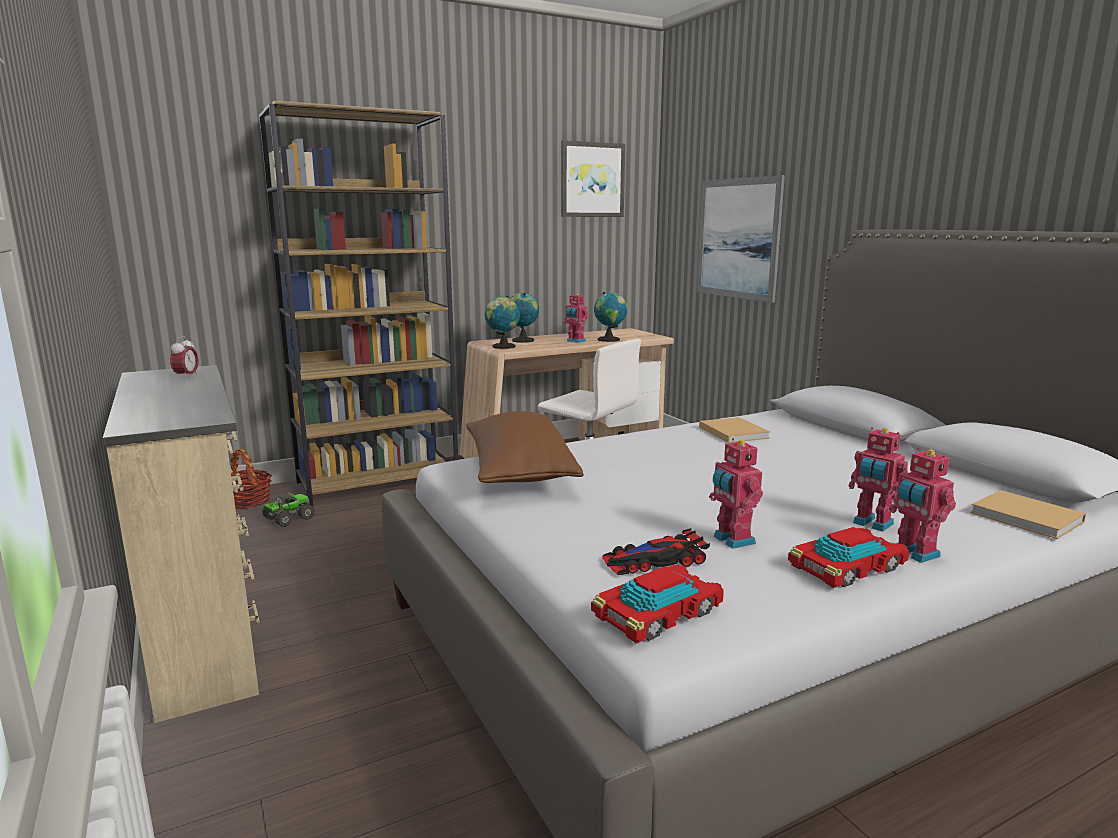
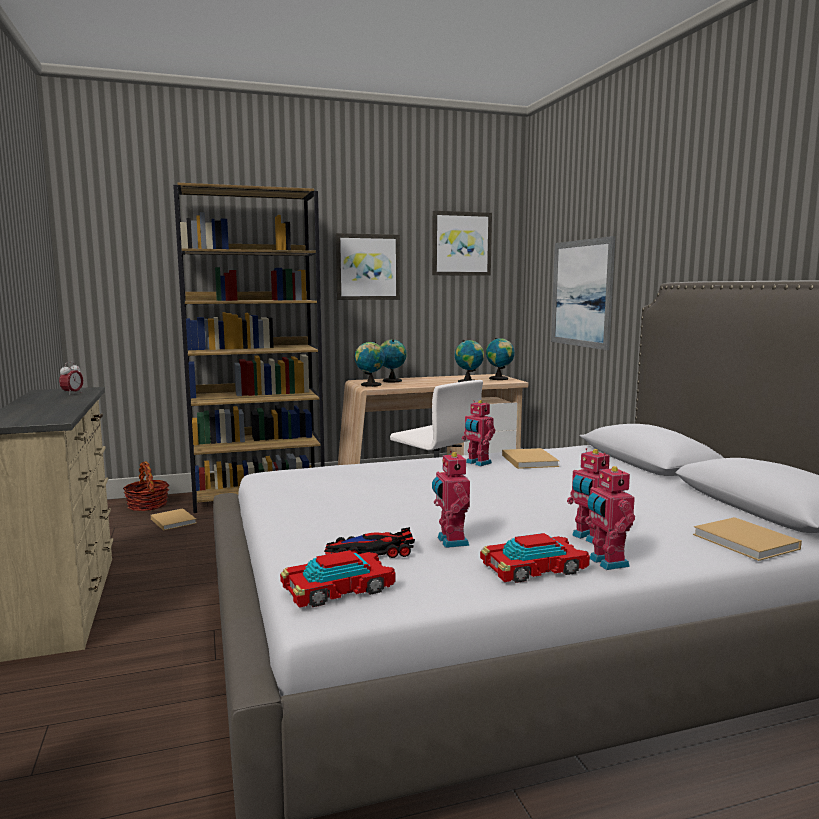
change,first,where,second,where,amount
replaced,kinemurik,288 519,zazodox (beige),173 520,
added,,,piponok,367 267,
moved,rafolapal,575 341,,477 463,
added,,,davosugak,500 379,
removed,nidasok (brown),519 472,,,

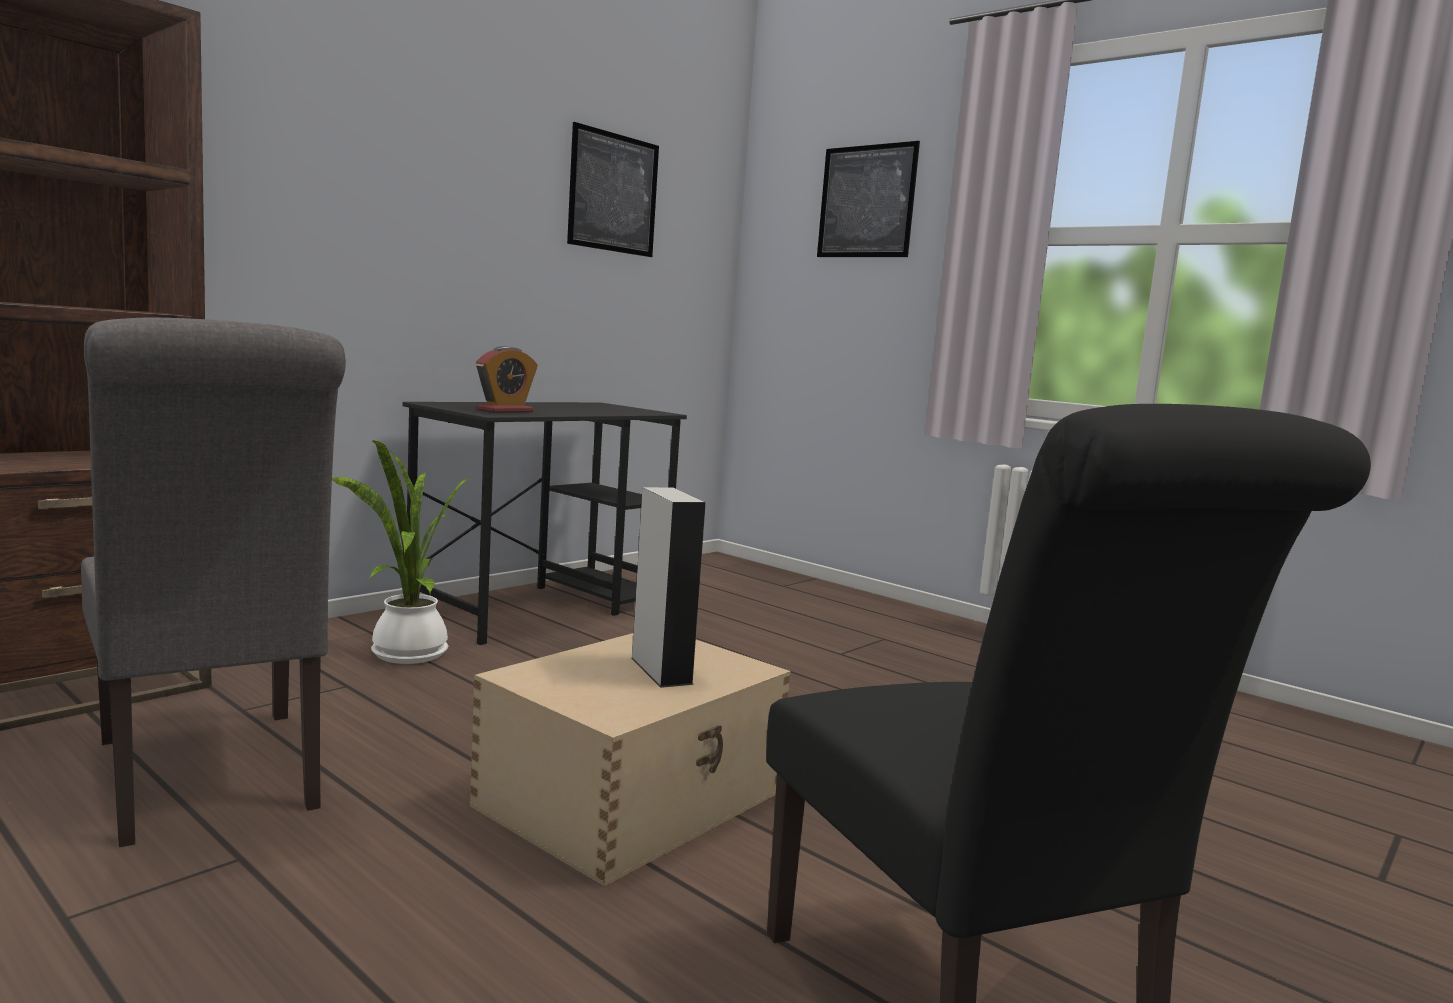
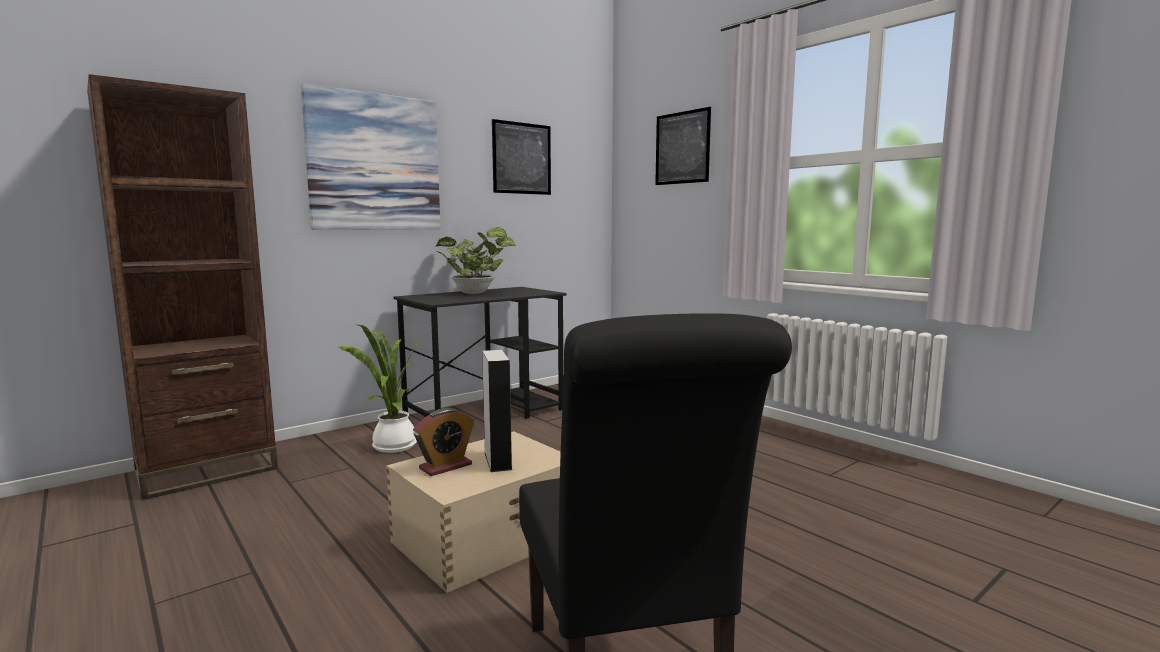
change,first,where,second,where,amount
added,,,piponok,375 162,
moved,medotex,505 411,,445 466,
added,,,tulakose,477 292,
removed,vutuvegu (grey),211 779,,,

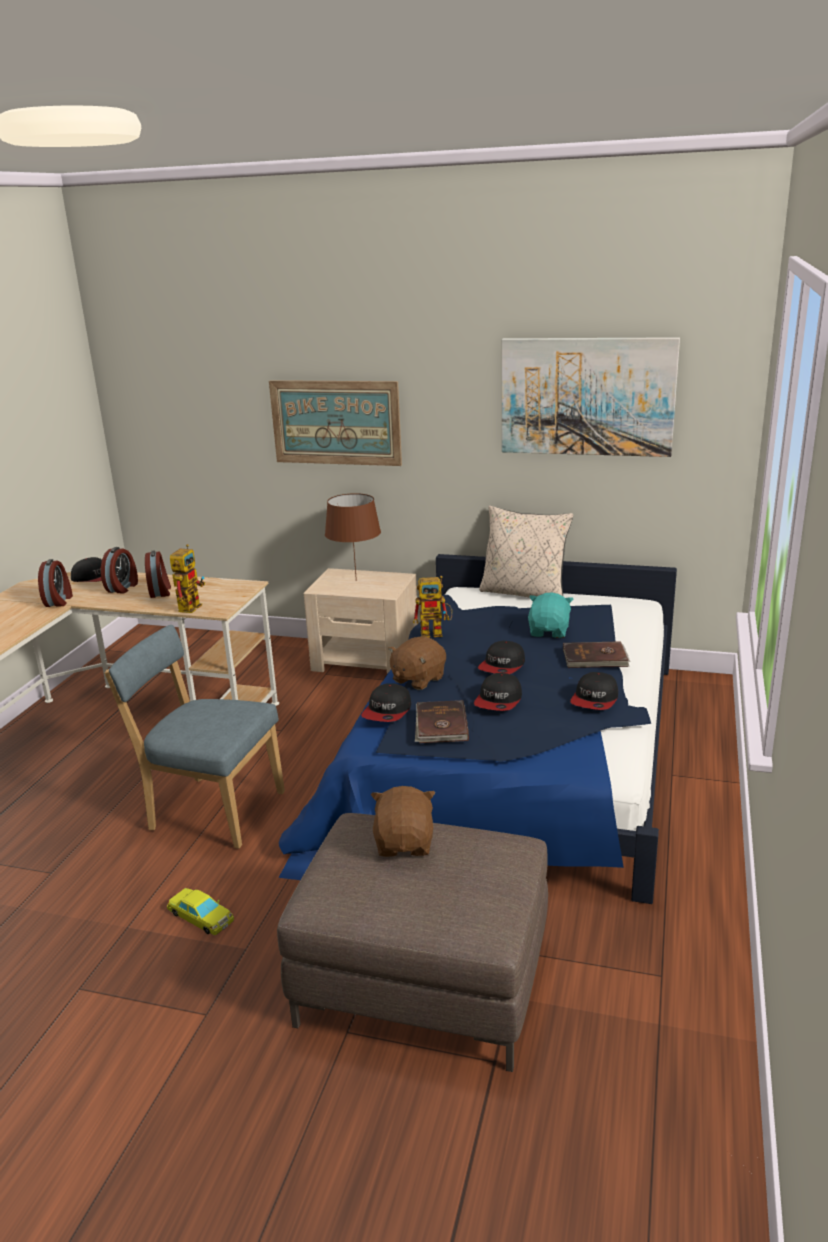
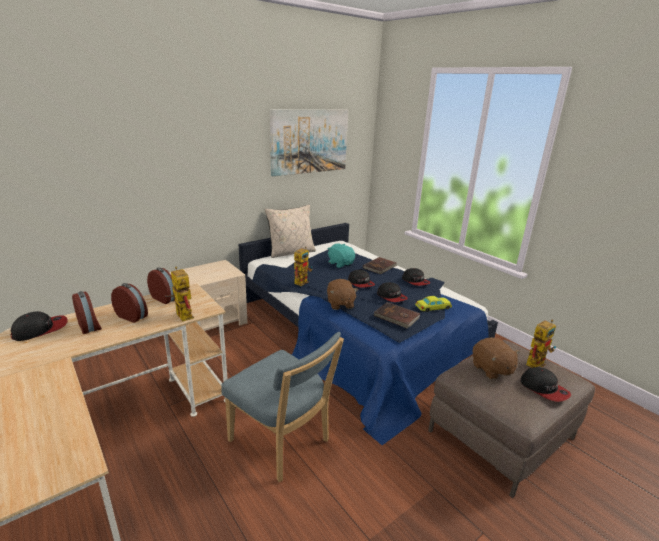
change,first,where,second,where,amount
moved,medotex,59 601,,165 298,
turned,vutuvegu (blue),211 810,,282 443,105 degrees counterclockwise
moved,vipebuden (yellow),201 916,,433 307,
turned,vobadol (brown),405 843,,491 369,150 degrees counterclockwise
moved,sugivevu,387 711,,544 389,
added,,,rafolapal,536 362,
removed,piponok,335 422,,,
removed,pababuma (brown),356 580,,,

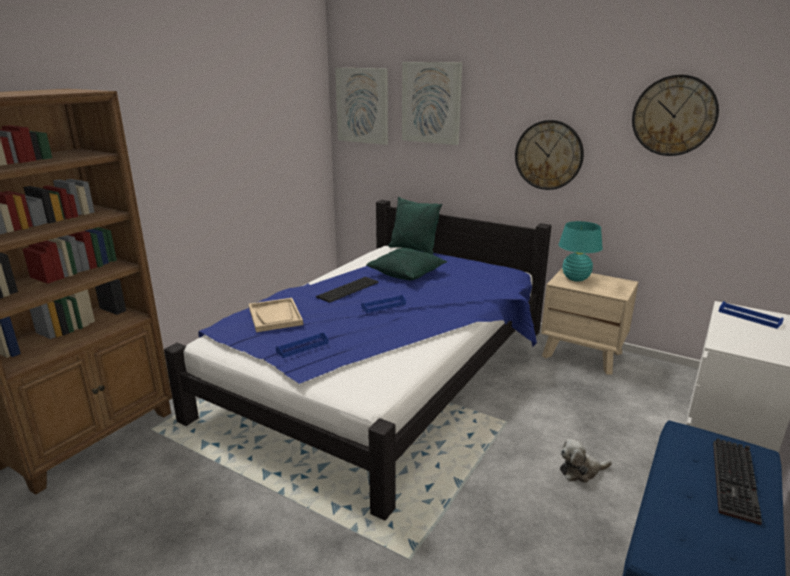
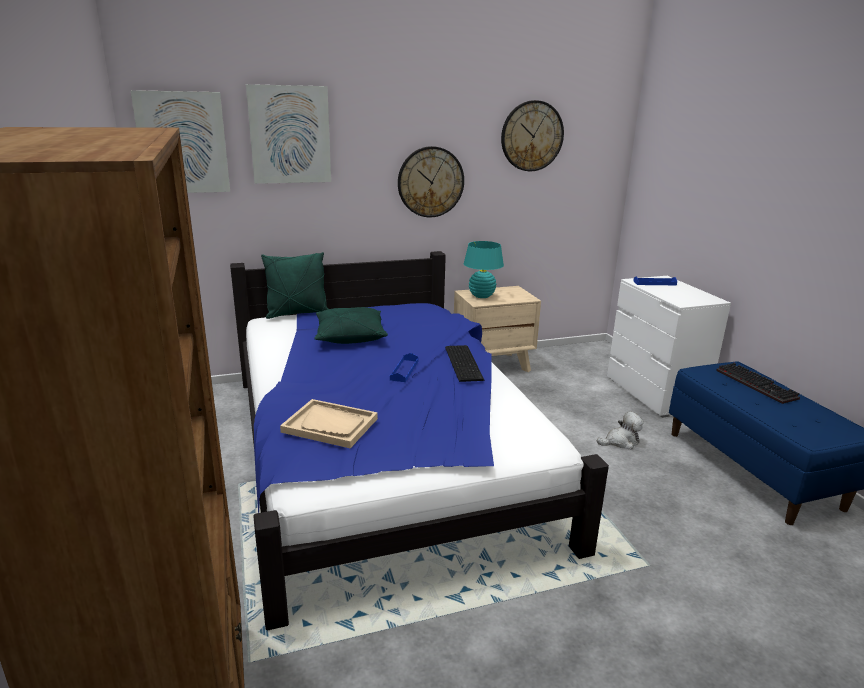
change,first,where,second,where,amount
moved,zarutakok,349 289,,464 362,
turned,vobadol,581 471,,620 442,135 degrees counterclockwise
removed,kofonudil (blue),302 347,,,

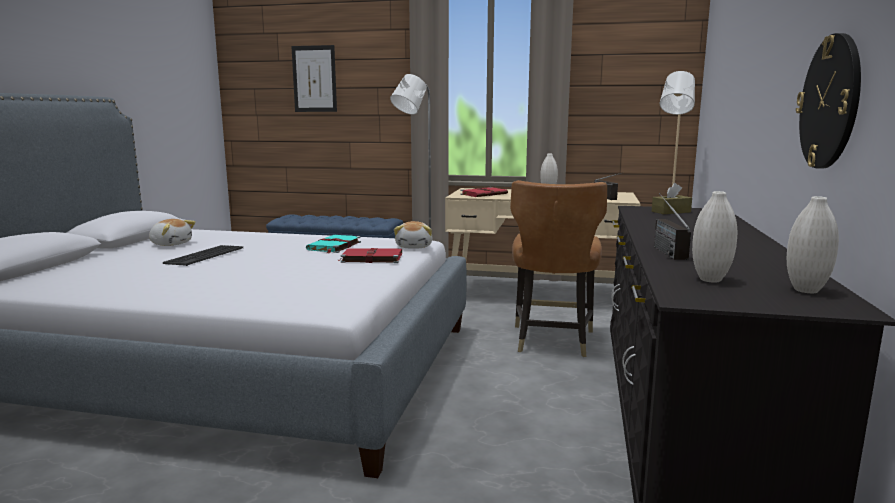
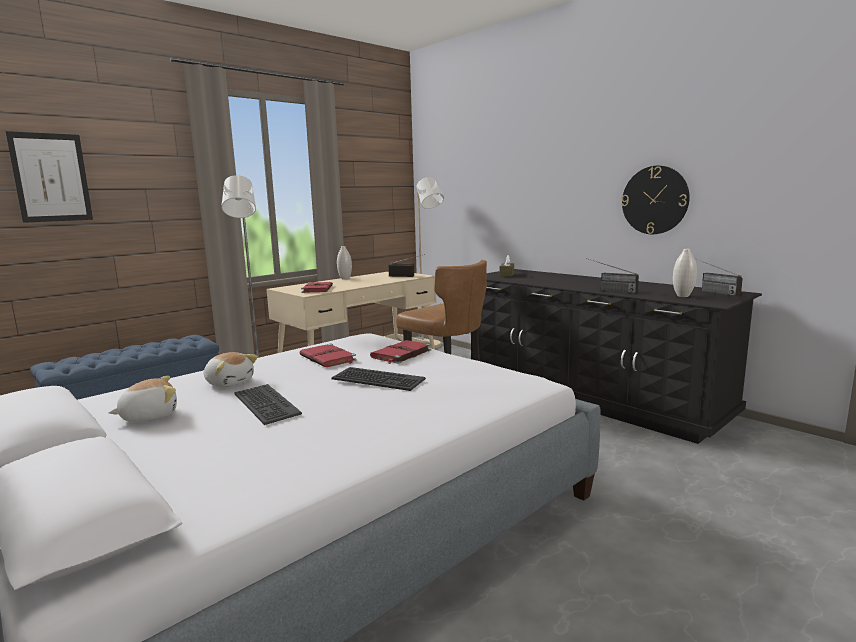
change,first,where,second,where,amount
moved,vobadol,414 246,,230 382,
recoloured,zazodox (turquoise),334 246,zazodox (red),328 358,
added,,,zarutakok,377 380,
replaced,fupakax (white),806 290,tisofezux,710 291,

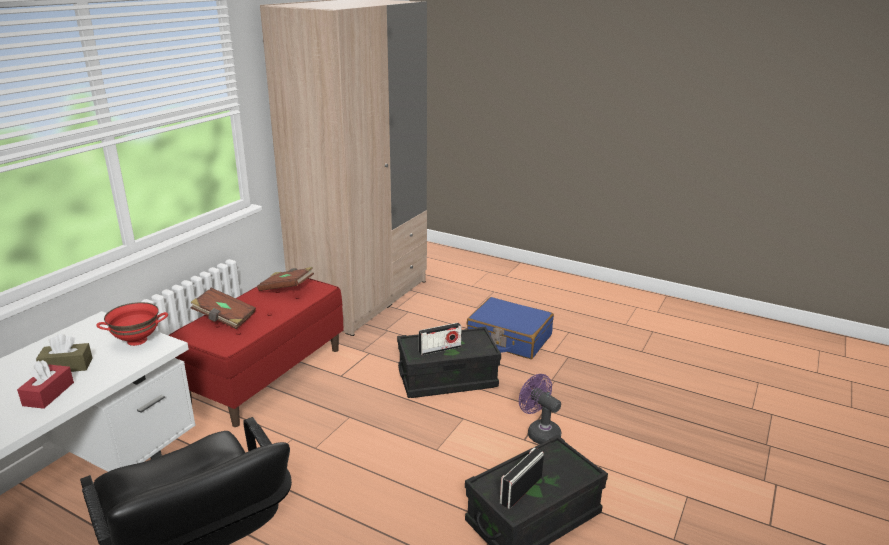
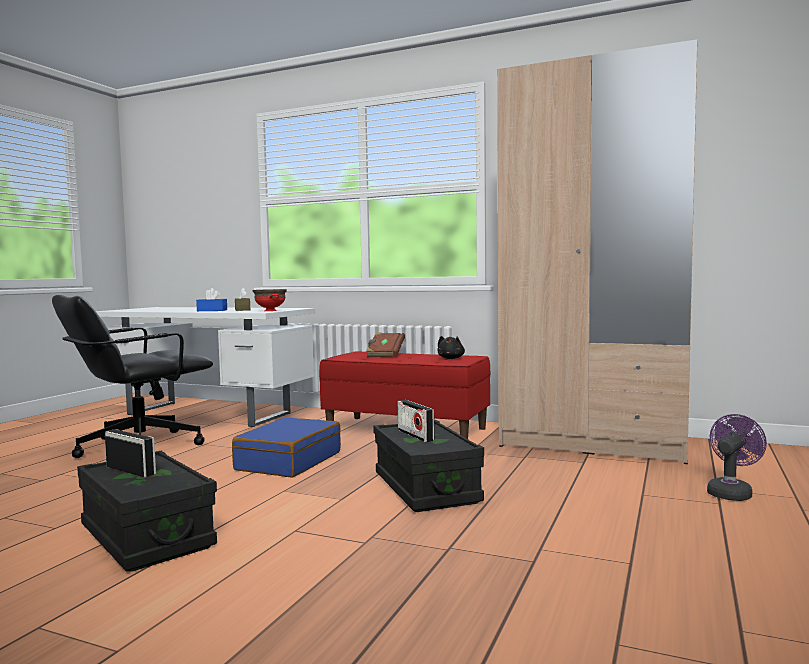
change,first,where,second,where,amount
recoloured,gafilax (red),48 394,gafilax (blue),212 310,
moved,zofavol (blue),509 338,,288 461,
replaced,zazodox (brown),287 288,vobadol (black),451 358,
moved,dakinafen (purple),539 432,,731 492,

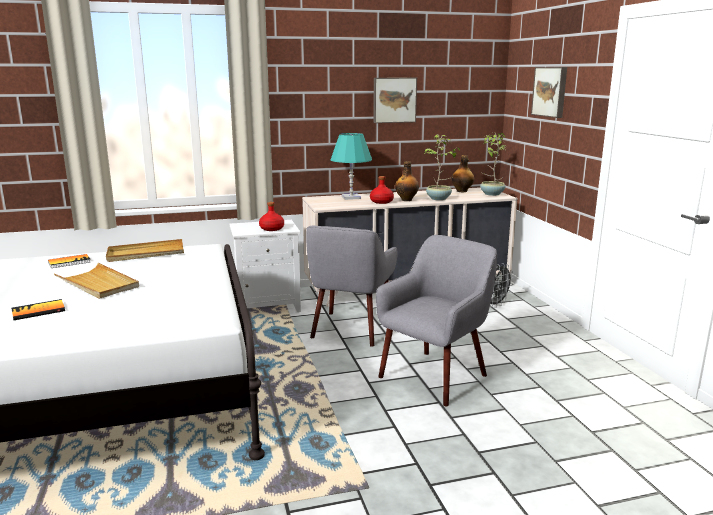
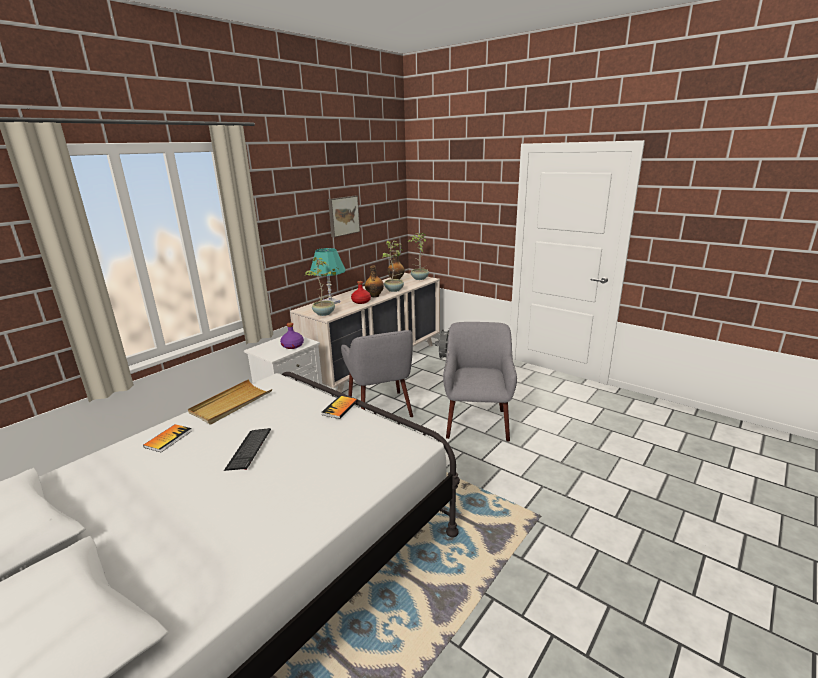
change,first,where,second,where,amount
replaced,kofonudil (beige),98 284,zarutakok,249 450,
recoloured,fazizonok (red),271 229,fazizonok (purple),292 346,
added,,,tulakose,324 313,
moved,zazodox,38 311,,340 408,
removed,piponok,550 91,,,

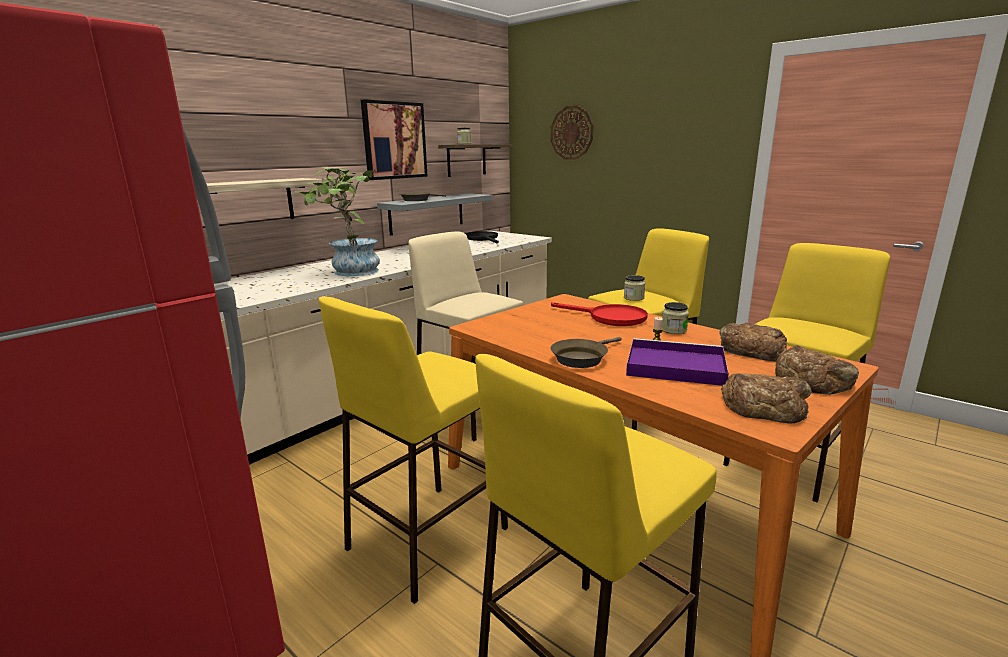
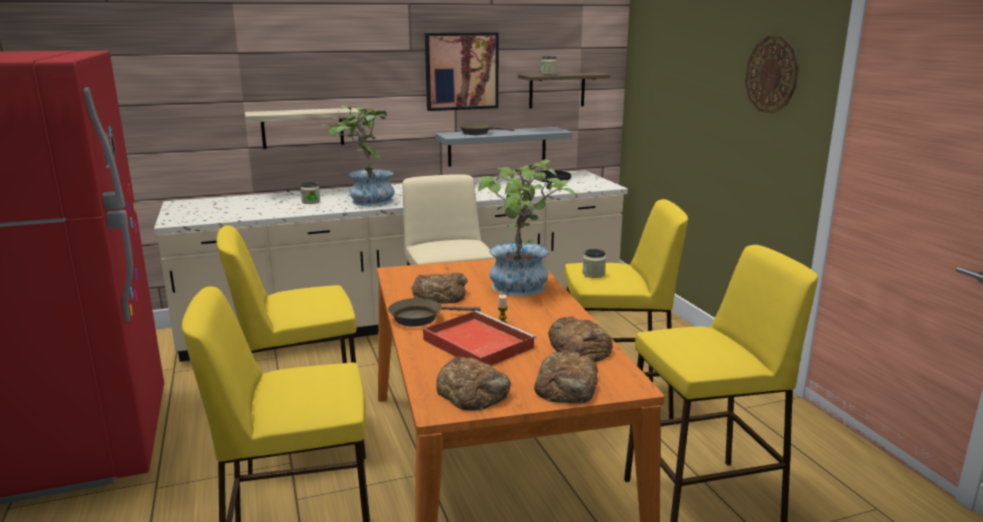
change,first,where,second,where,amount
moved,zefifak,673 330,,310 202,
added,,,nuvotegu,439 295,
recoloured,kofonudil (purple),673 366,kofonudil (red),476 343,
replaced,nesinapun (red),609 318,tulakose,521 289,
moved,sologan,571 133,,772 74,

